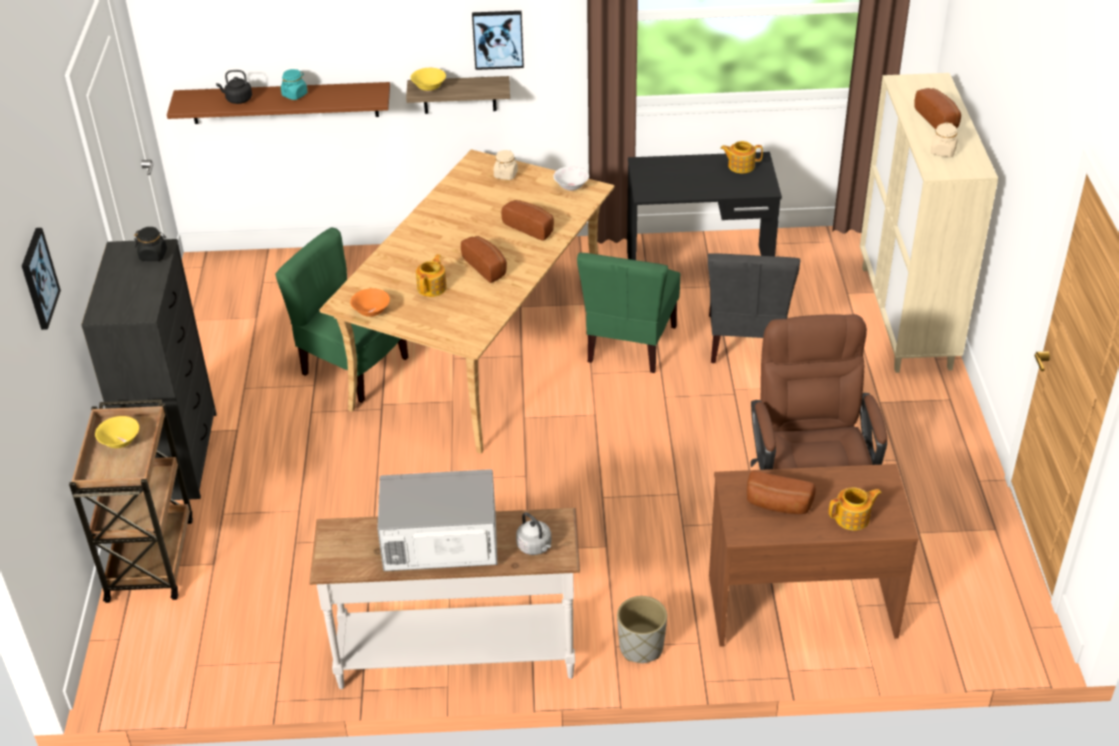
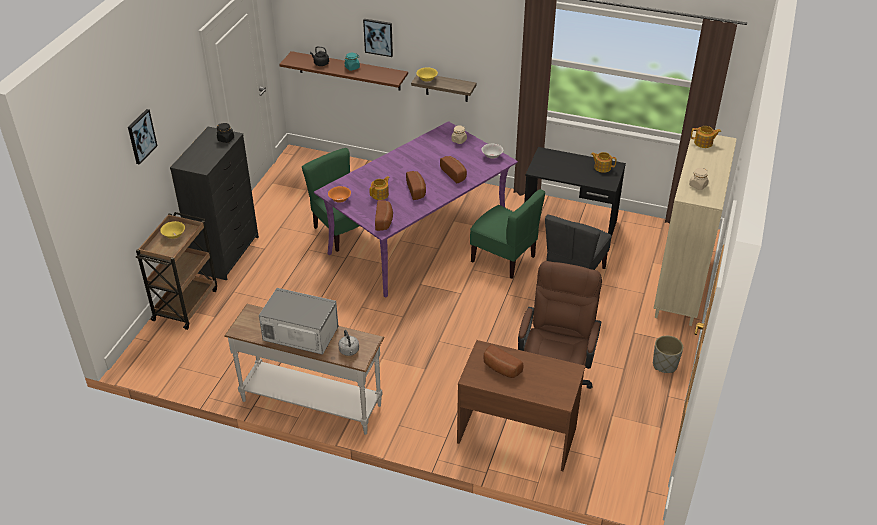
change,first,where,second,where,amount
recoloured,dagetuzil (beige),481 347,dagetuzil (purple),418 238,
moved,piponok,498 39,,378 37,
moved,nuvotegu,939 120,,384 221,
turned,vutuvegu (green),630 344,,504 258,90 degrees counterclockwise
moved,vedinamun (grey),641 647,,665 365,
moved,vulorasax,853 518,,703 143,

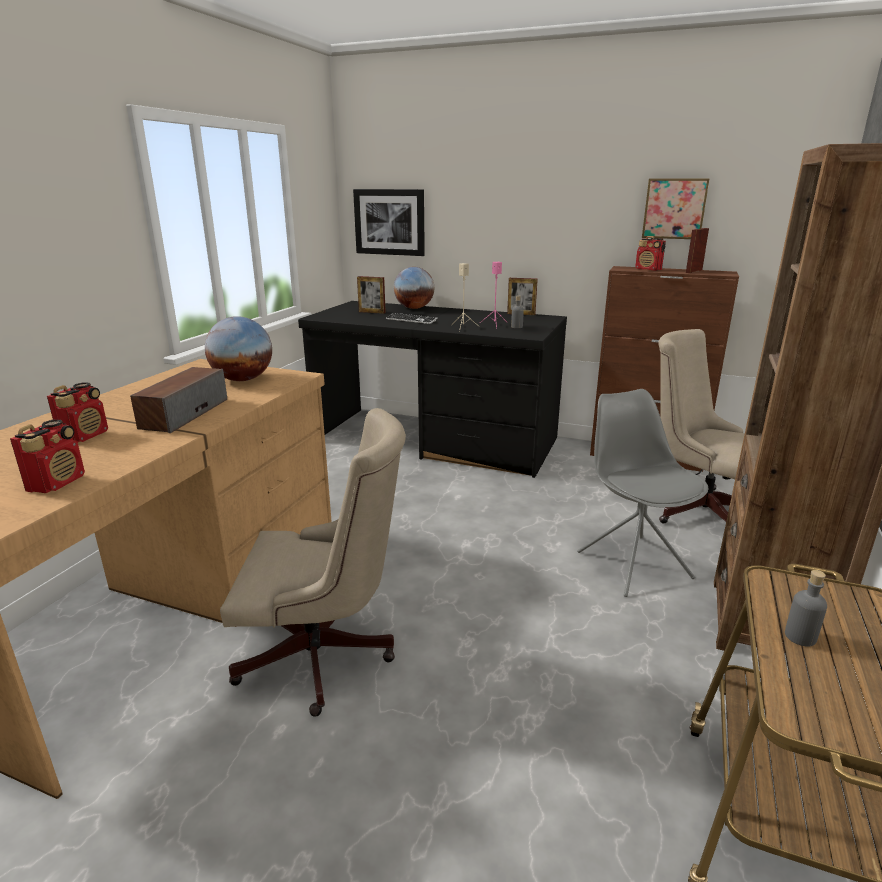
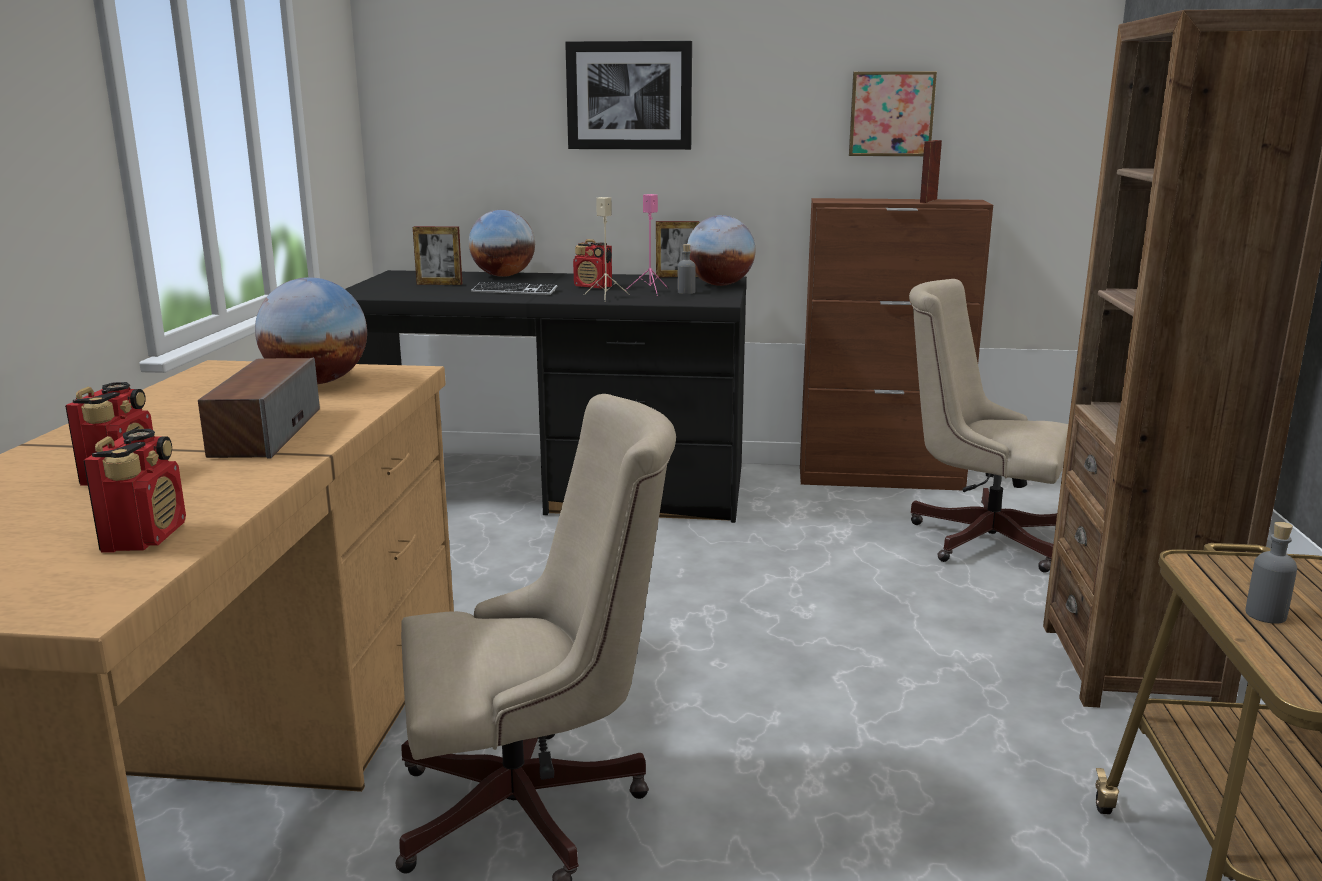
change,first,where,second,where,amount
moved,piponok,389 222,,629 96,
moved,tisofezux,648 269,,593 287,
added,,,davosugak,720 285,
removed,vutuvegu (grey),632 563,,,

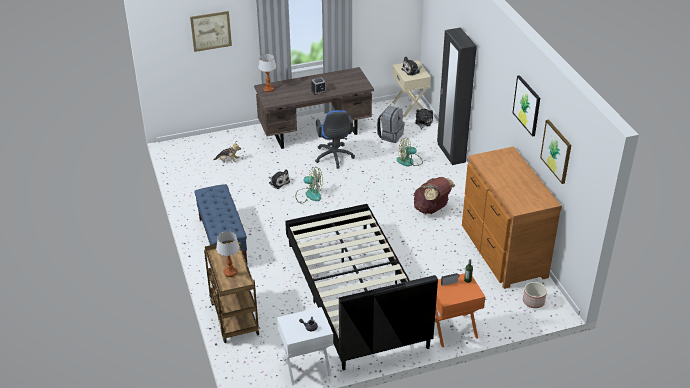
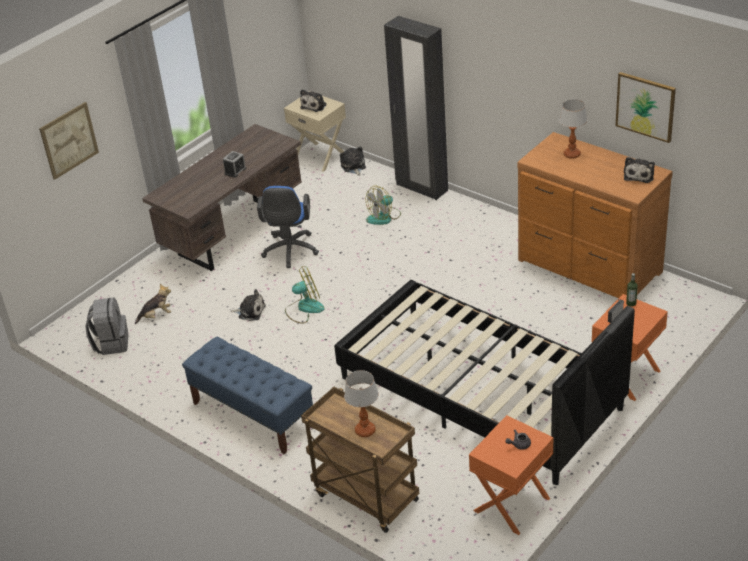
change,first,where,second,where,amount
moved,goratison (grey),390 135,,111 343,
turned,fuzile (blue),334 158,,290 252,45 degrees clockwise
recoloured,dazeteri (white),306 367,dazeteri (orange),512 505,
moved,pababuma,268 89,,572 154,
added,,,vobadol,639 175,
removed,goratison (brown),431 209,,,
removed,piponok,527 105,,,
removed,vedinamun,533 302,,,

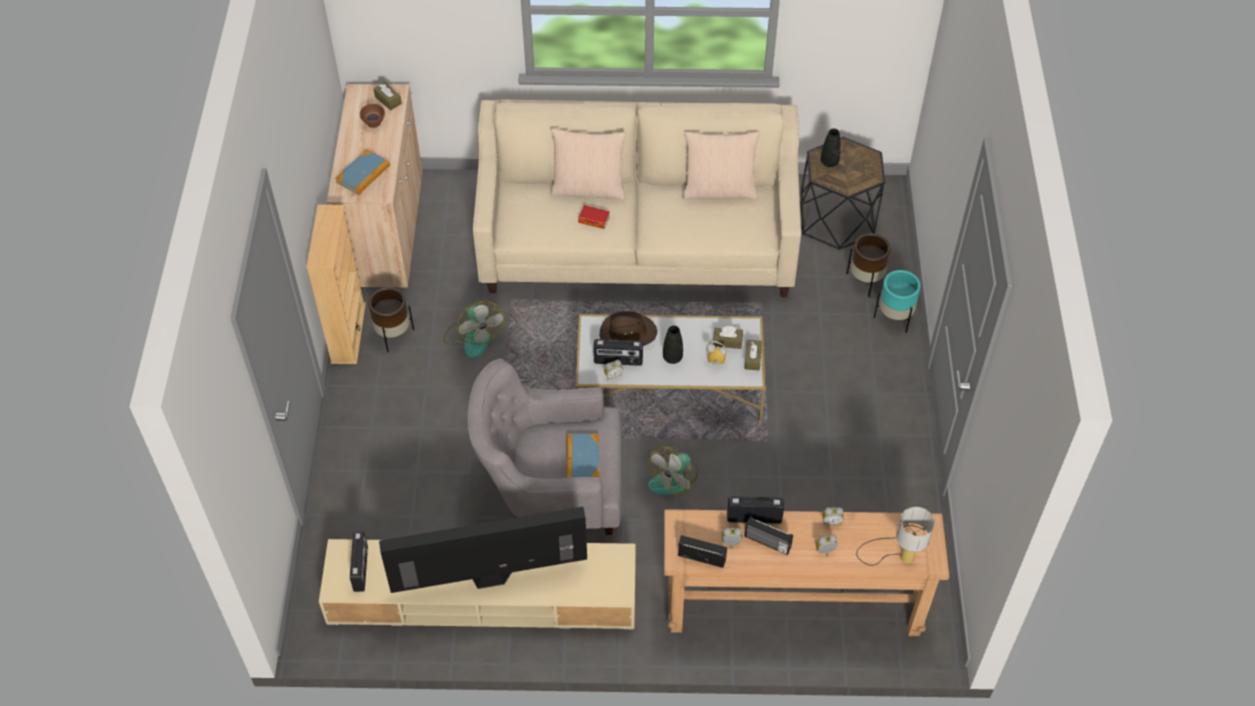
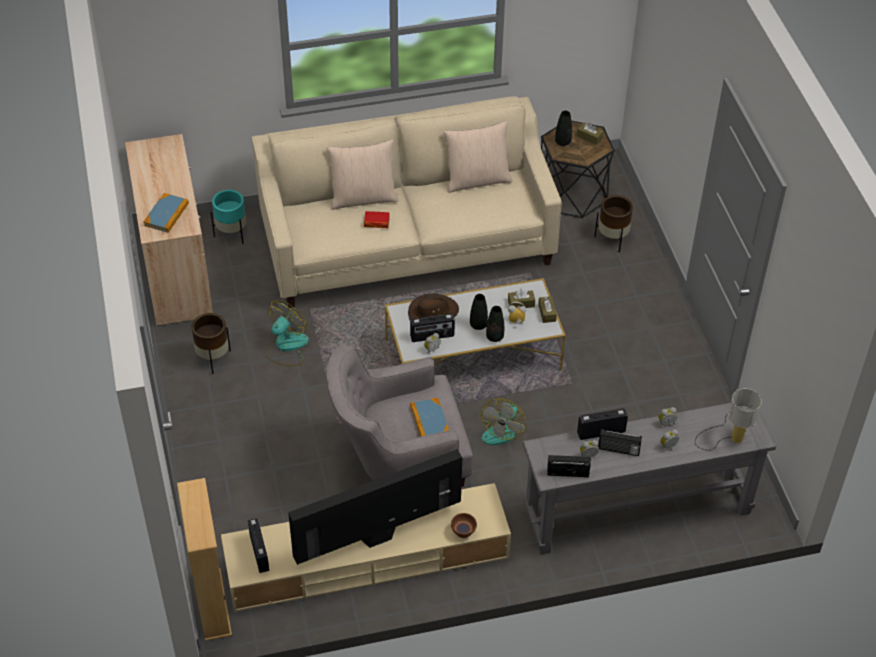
change,first,where,second,where,amount
moved,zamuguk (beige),348 333,,212 604,
moved,vedinamun (turquoise),895 317,,232 234,
turned,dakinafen,473 337,,286 347,105 degrees counterclockwise
moved,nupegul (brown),374 122,,463 532,
added,,,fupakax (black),494 337,
recoloured,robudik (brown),793 605,robudik (grey),637 511,
moved,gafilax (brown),388 100,,589 137,

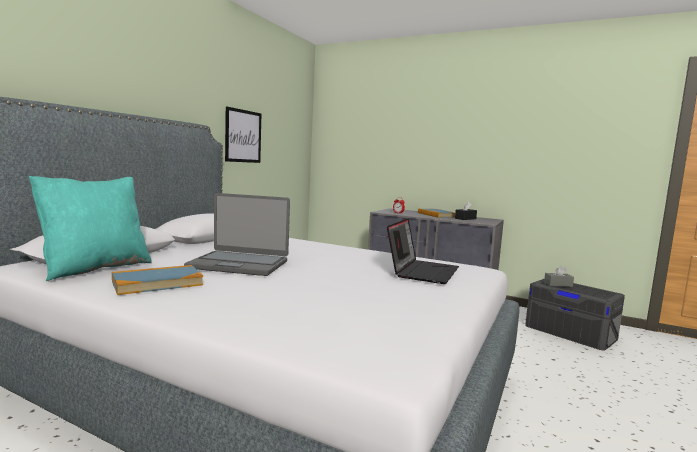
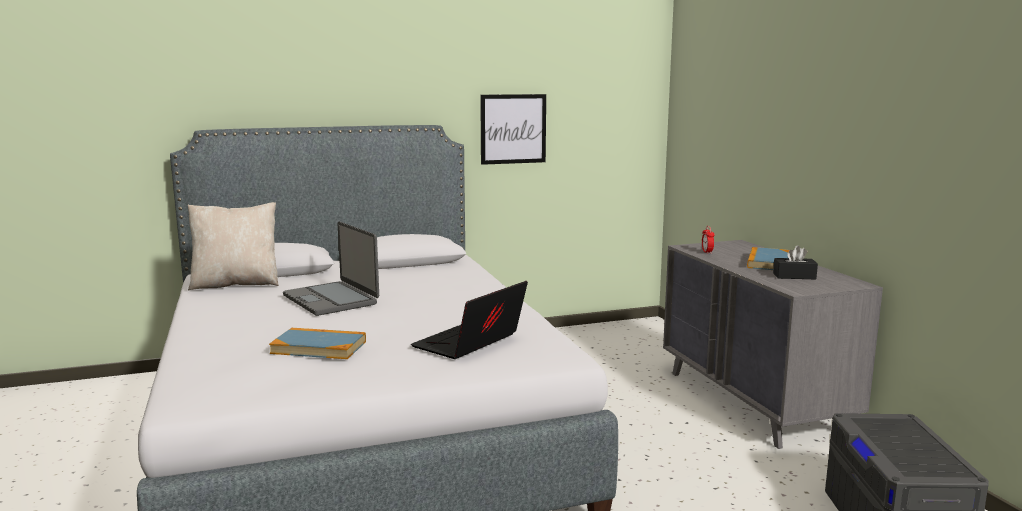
change,first,where,second,where,amount
recoloured,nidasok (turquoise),95 268,nidasok (beige),236 284,
moved,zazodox,157 283,,319 347,
turned,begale,422 271,,469 343,150 degrees clockwise
removed,gafilax (grey),558 284,,,

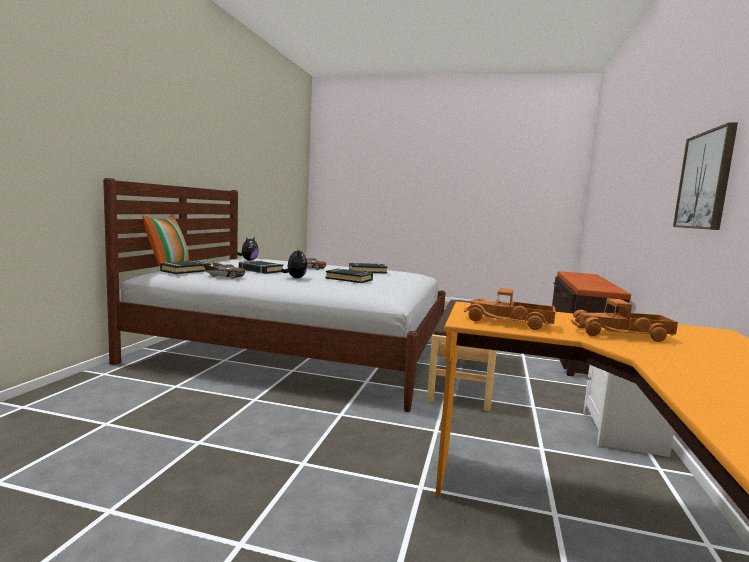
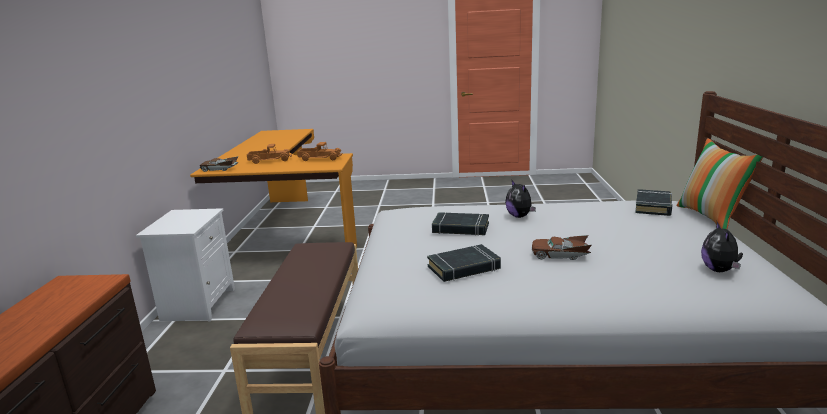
change,first,where,second,where,amount
moved,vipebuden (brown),224 276,,219 169,
removed,zazodox (black),260 270,,,
removed,piponok,705 180,,,

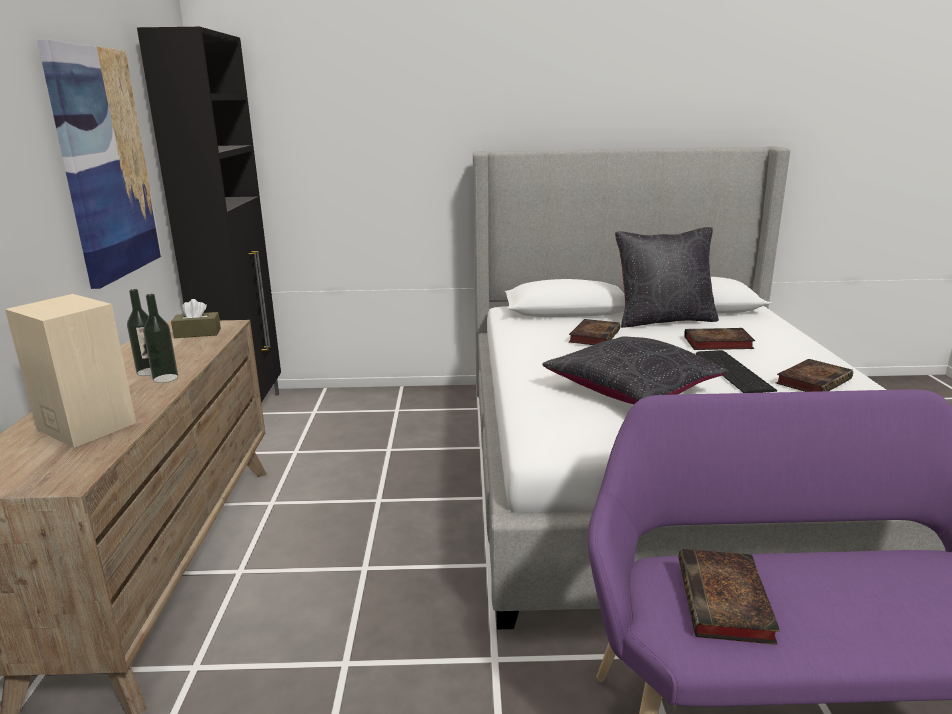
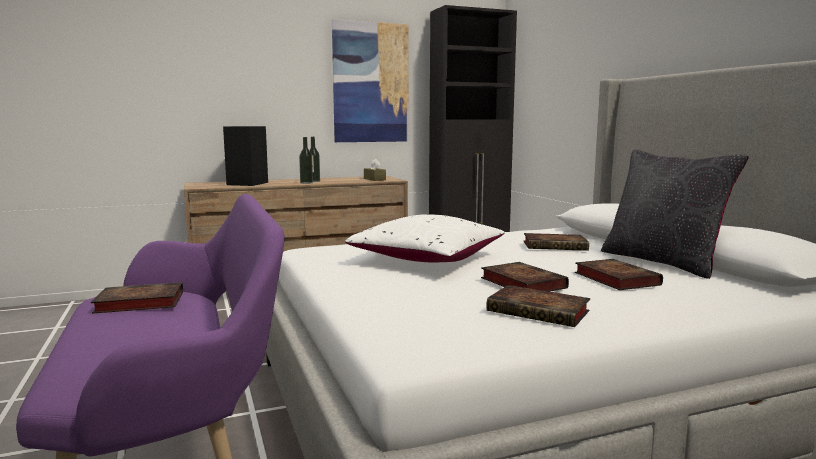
change,first,where,second,where,amount
recoloured,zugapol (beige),85 425,zugapol (black),248 183,
recoloured,nidasok (black),632 390,nidasok (white),427 258,
replaced,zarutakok,732 372,zazodox,520 283,

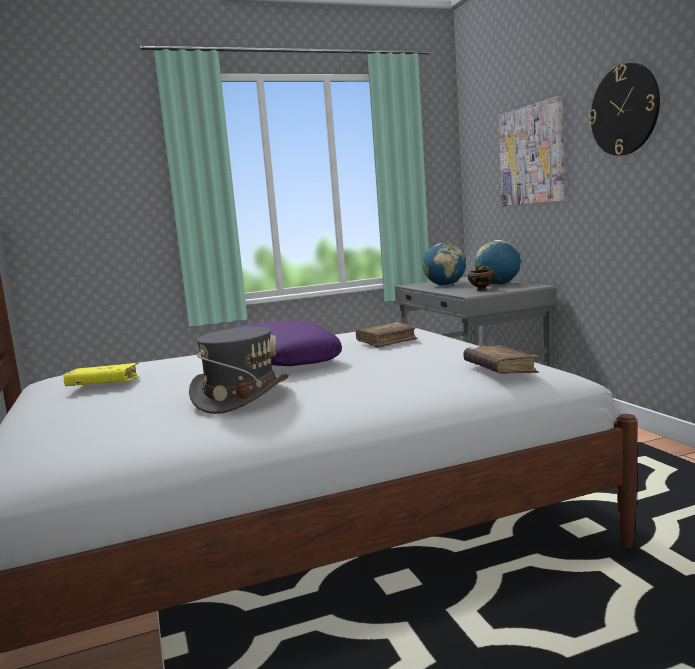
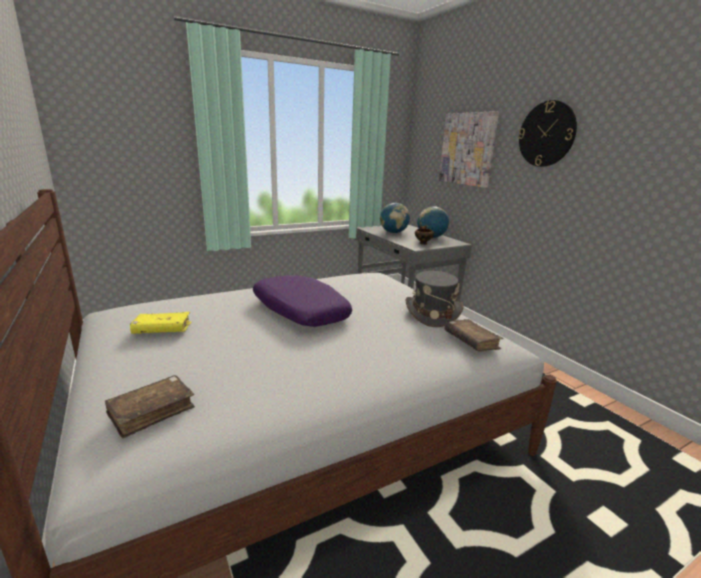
change,first,where,second,where,amount
moved,zazodox (brown),387 342,,152 411,
moved,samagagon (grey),241 397,,432 313,

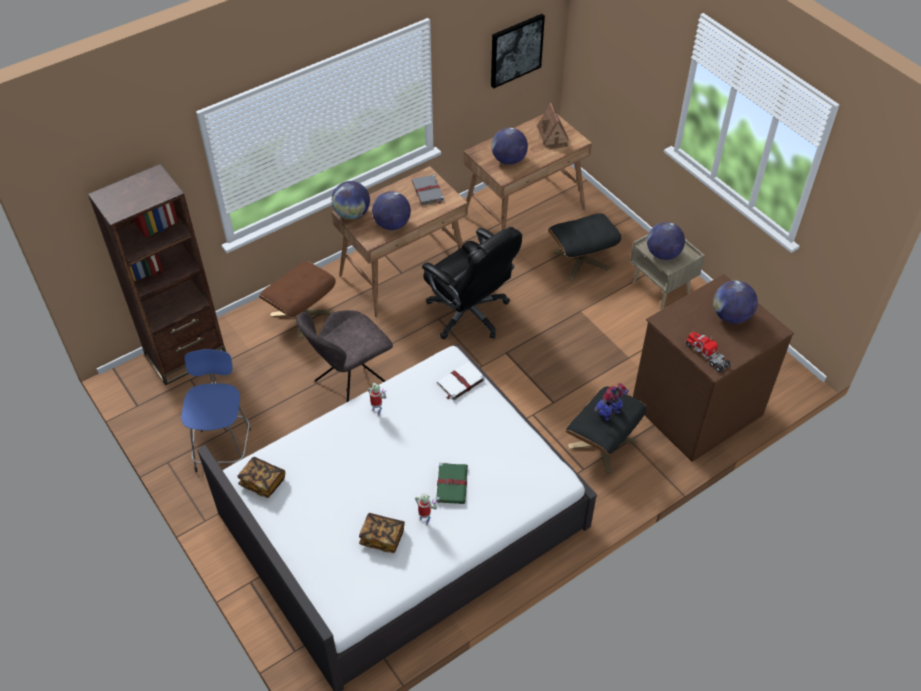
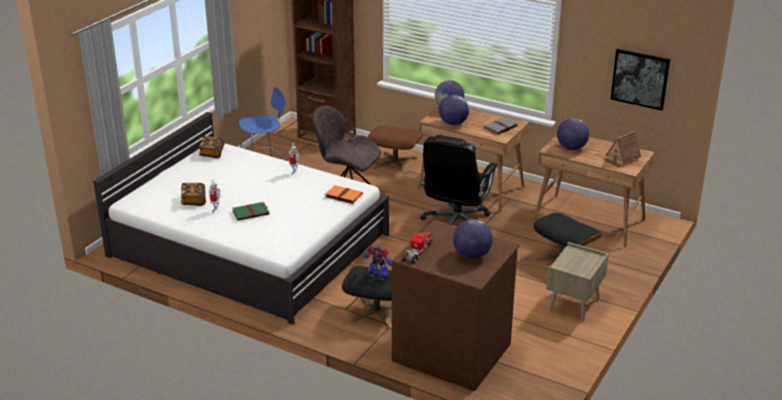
change,first,where,second,where,amount
recoloured,zazodox (white),460 382,zazodox (orange),343 195,
removed,davosugak,663 254,,,

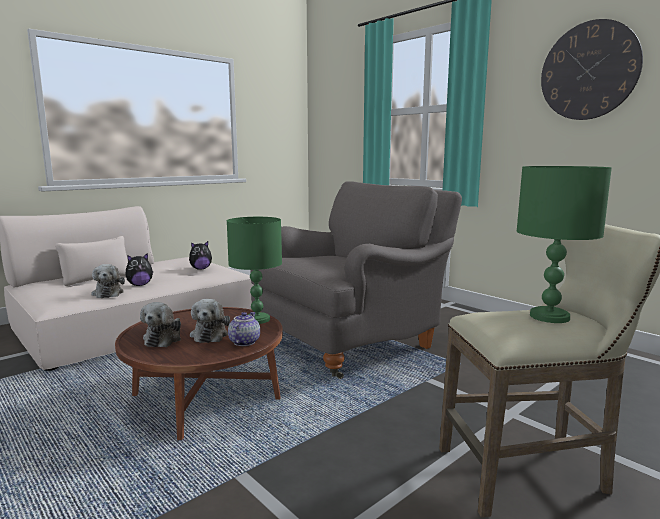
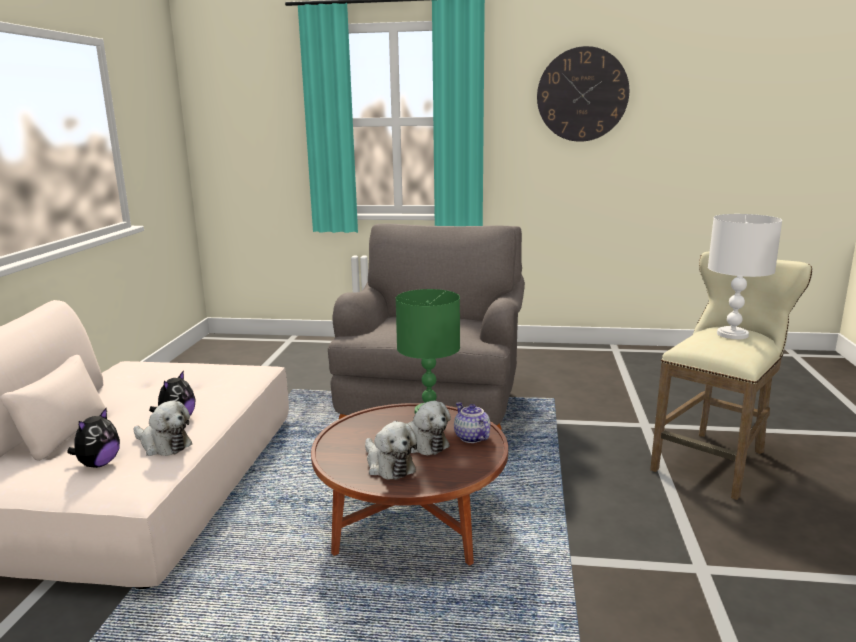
change,first,where,second,where,amount
moved,vobadol,201 269,,98 464,
recoloured,pababuma (green),549 316,pababuma (white),732 334,

